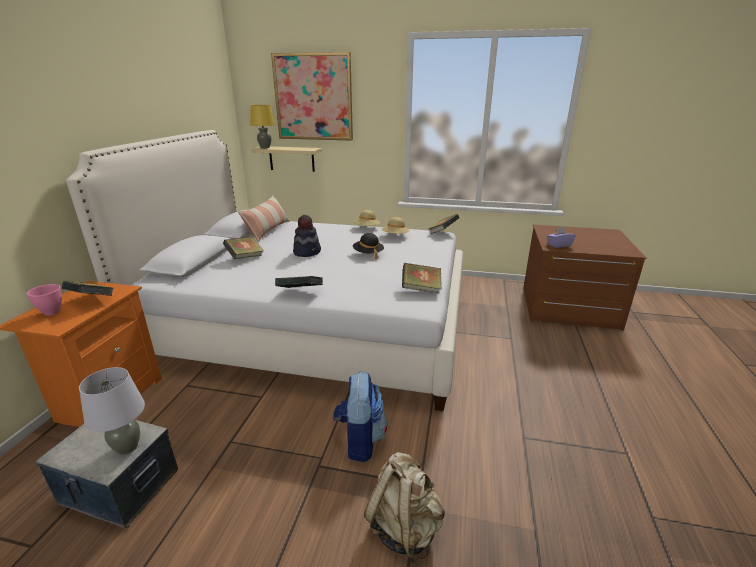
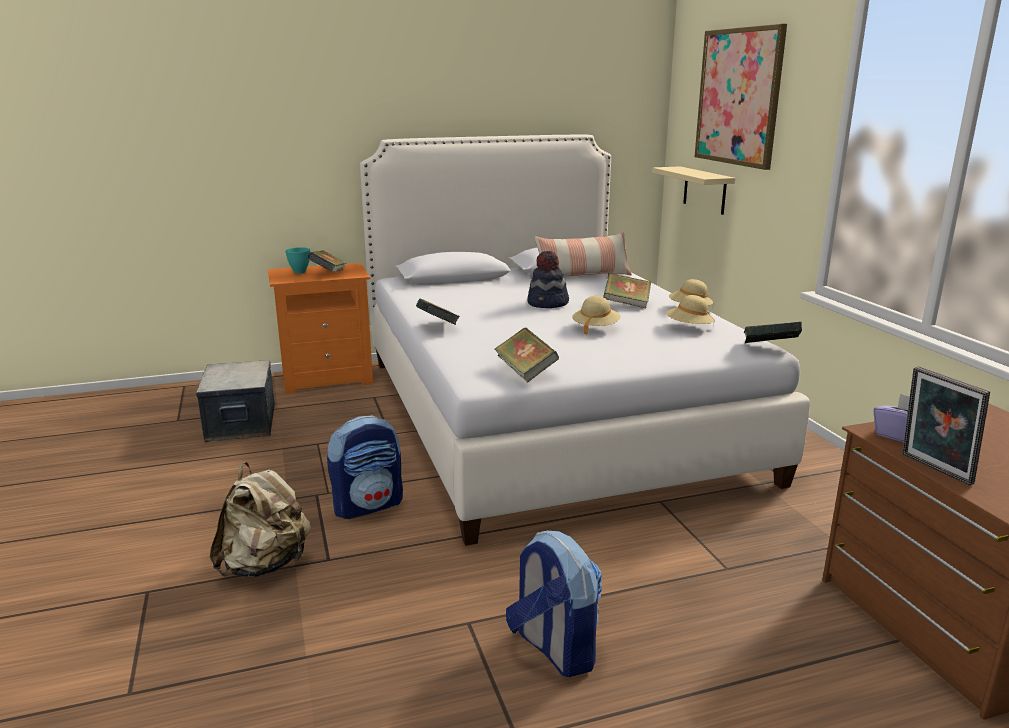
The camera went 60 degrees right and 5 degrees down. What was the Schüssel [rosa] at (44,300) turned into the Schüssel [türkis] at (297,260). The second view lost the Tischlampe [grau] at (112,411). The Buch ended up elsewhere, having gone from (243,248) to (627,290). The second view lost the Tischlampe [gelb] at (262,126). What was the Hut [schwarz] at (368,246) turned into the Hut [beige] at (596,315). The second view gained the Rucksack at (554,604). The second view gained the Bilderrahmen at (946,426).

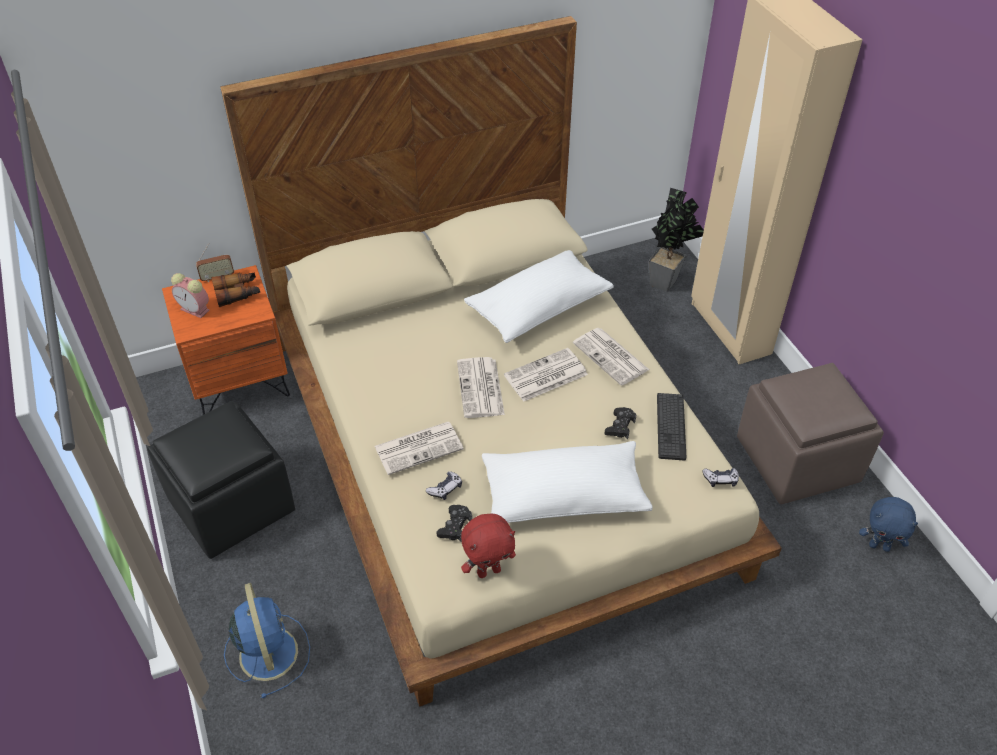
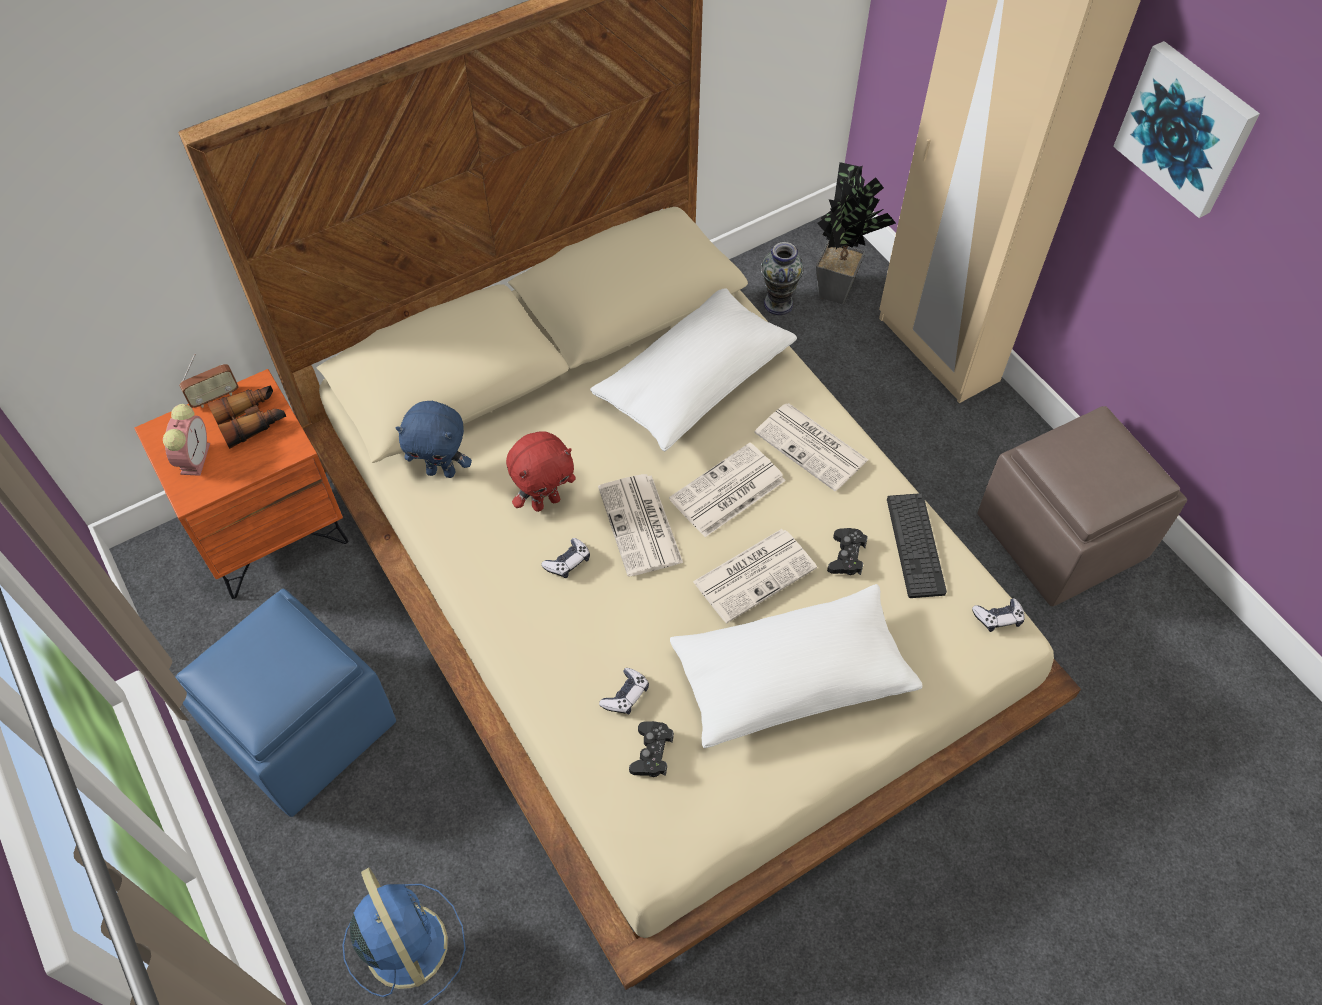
The camera went 10 degrees left and 10 degrees up. What was the Polsterhocker [schwarz] at (221,480) turned into the Polsterhocker [blau] at (285,703). The Wecker at (190,295) ended up facing another way, 105 degrees counterclockwise from before. The Zeitung ended up elsewhere, having gone from (419,448) to (755,576). The Plüschtier [rot] ended up elsewhere, having gone from (488,545) to (541,472). The Plüschtier [blau] ended up elsewhere, having gone from (888,524) to (433,439). The second view gained the Gamepad at (565,558). The second view gained the Vase at (782,278). The second view gained the Bild at (1186,129).

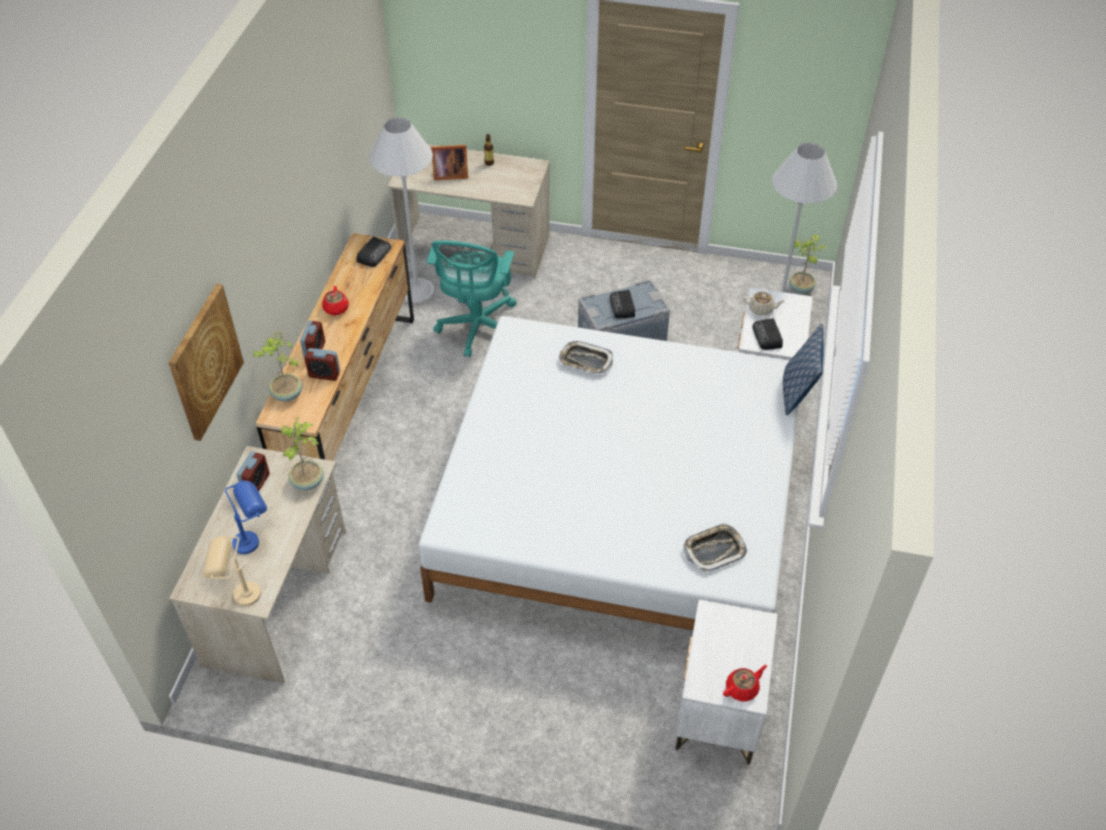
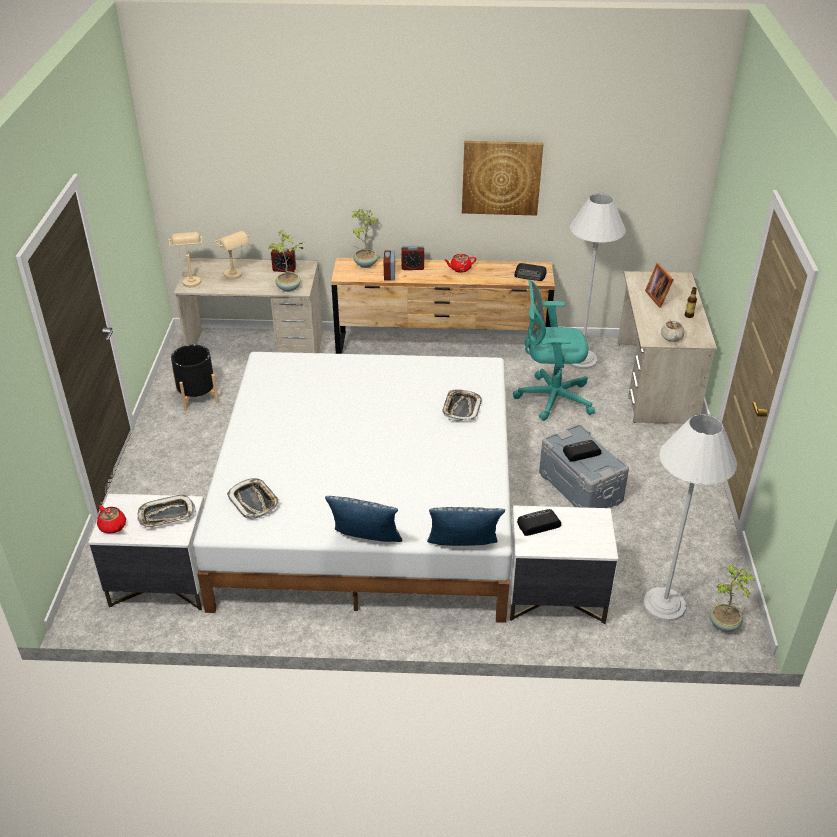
The camera went 80 degrees right and 10 degrees down. The Bild ended up elsewhere, having gone from (206,362) to (502,178). What was the Tischlampe [blau] at (246,517) turned into the Tischlampe [beige] at (232,255). The Teekanne [beige] ended up elsewhere, having gone from (764,303) to (672,330). The second view gained the Tablett at (167,511). The second view gained the Pflanzkübel [schwarz] at (195,378). The second view gained the Kissen at (363,519).

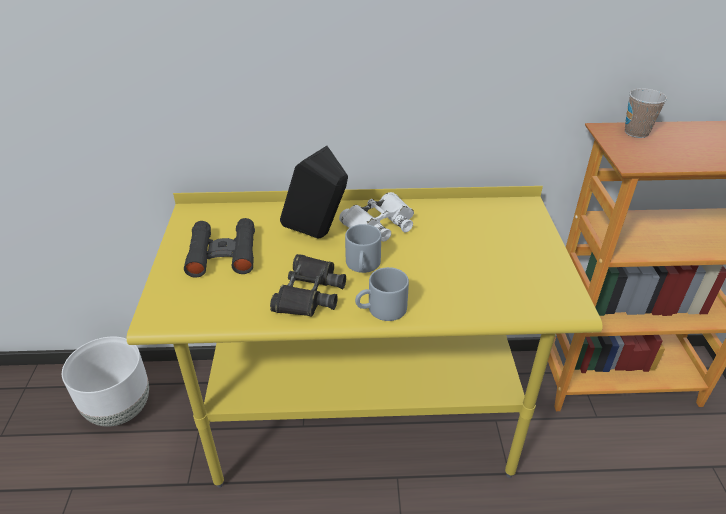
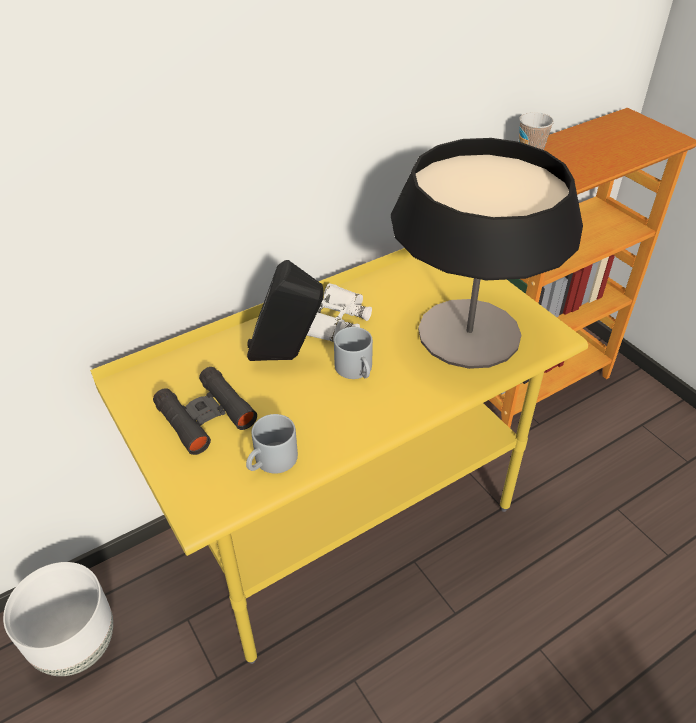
The camera went 30 degrees left and 5 degrees up. The second view lost the Fernglas [schwarz] at (308,285). The Henkelbecher [grau] ended up elsewhere, having gone from (382,294) to (272,444). The second view gained the Tischlampe at (487,253).

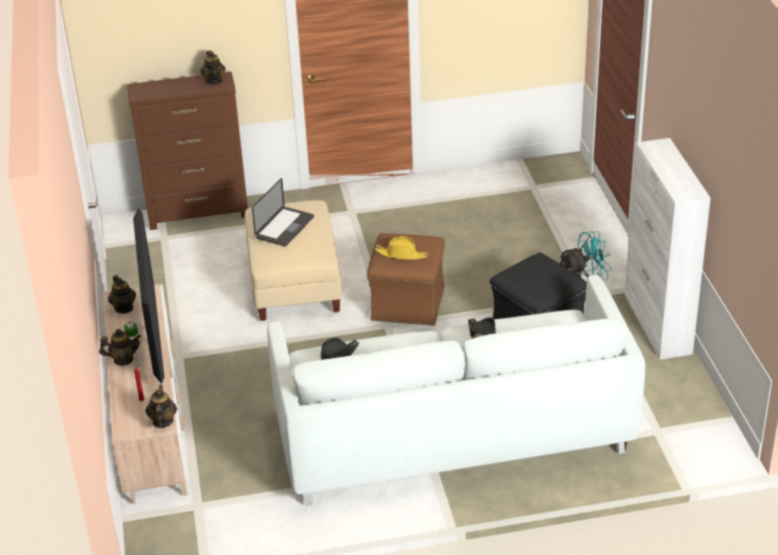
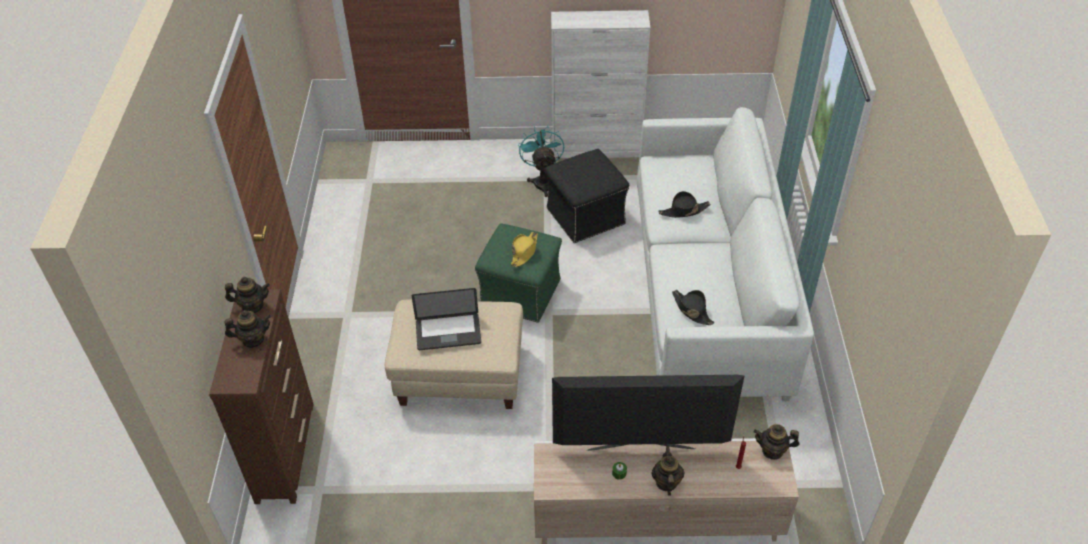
The camera went 80 degrees left and 10 degrees up. The Teekanne ended up elsewhere, having gone from (122,294) to (248,329). The Laptop at (283,212) ended up facing another way, 135 degrees clockwise from before. What was the Polsterhocker [braun] at (406,279) turned into the Polsterhocker [grün] at (518,272).

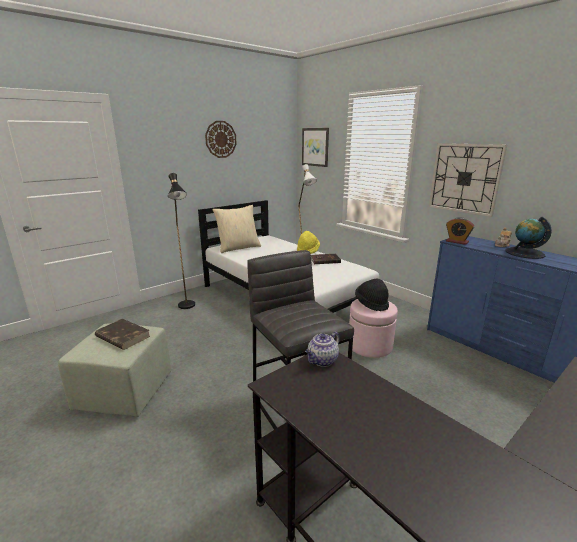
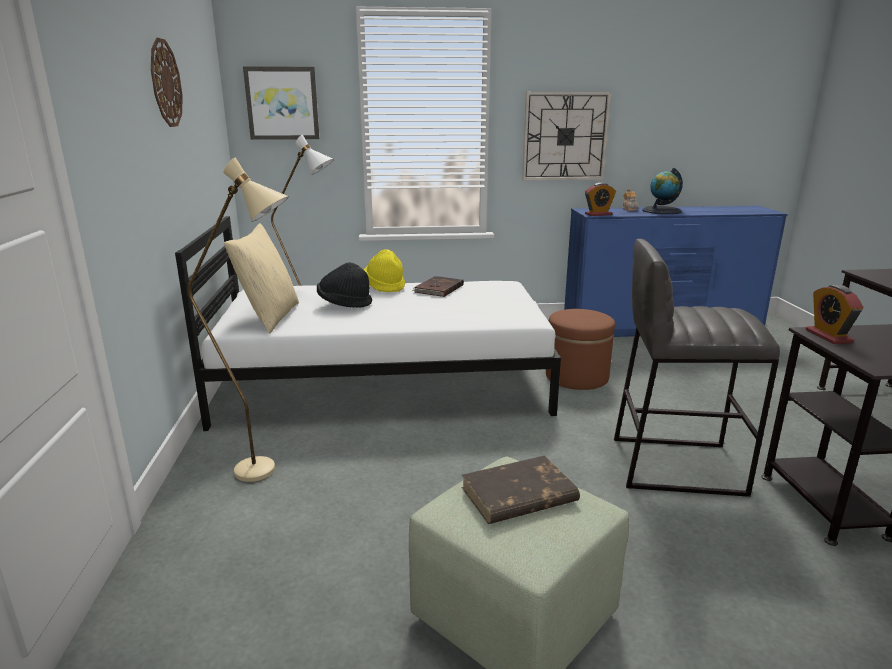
The camera went 55 degrees left and 0 degrees up. What was the Stehlampe [schwarz] at (181,241) turned into the Stehlampe [beige] at (238,320). Where the Teekanne stood at (322,349), the Wecker came to stand at (835,314). What was the Polsterhocker [rosa] at (373,328) turned into the Polsterhocker [braun] at (580,349). The Hut [schwarz] ended up elsewhere, having gone from (372,295) to (344,285).

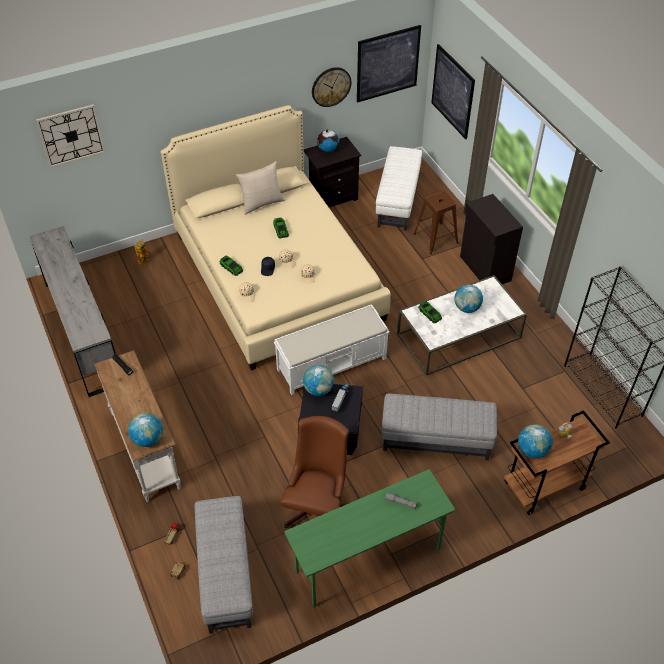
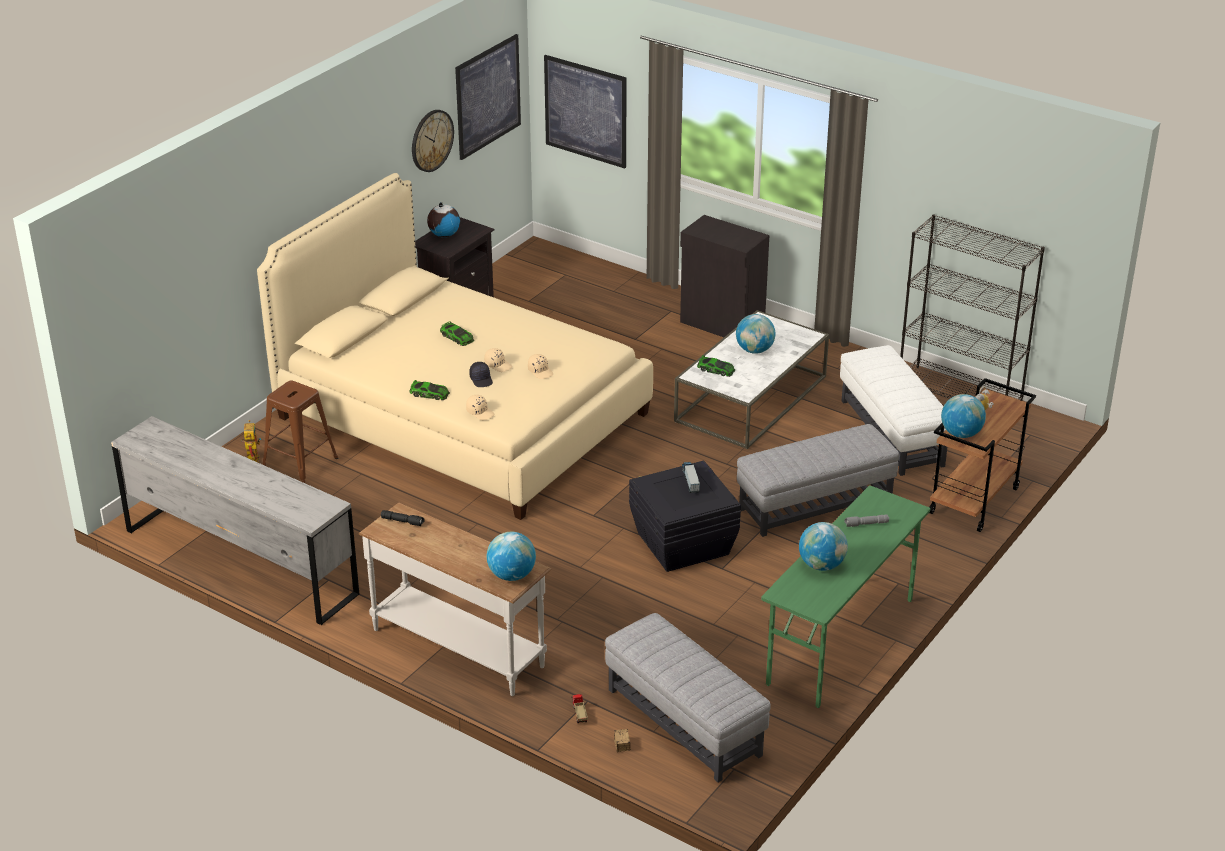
The camera went 30 degrees left and 15 degrees down. The second view lost the Wanduhr at (70,136). The second view lost the Kissen [beige] at (260,188). The second view lost the Bank [weiß] at (332,349). The second view lost the Bürostuhl [braun] at (315,472). The Globus ended up elsewhere, having gone from (318,380) to (823,546). The Polsterhocker [weiß] ended up elsewhere, having gone from (399,188) to (893,410). The Hocker [braun] ended up elsewhere, having gone from (436,222) to (300,432).

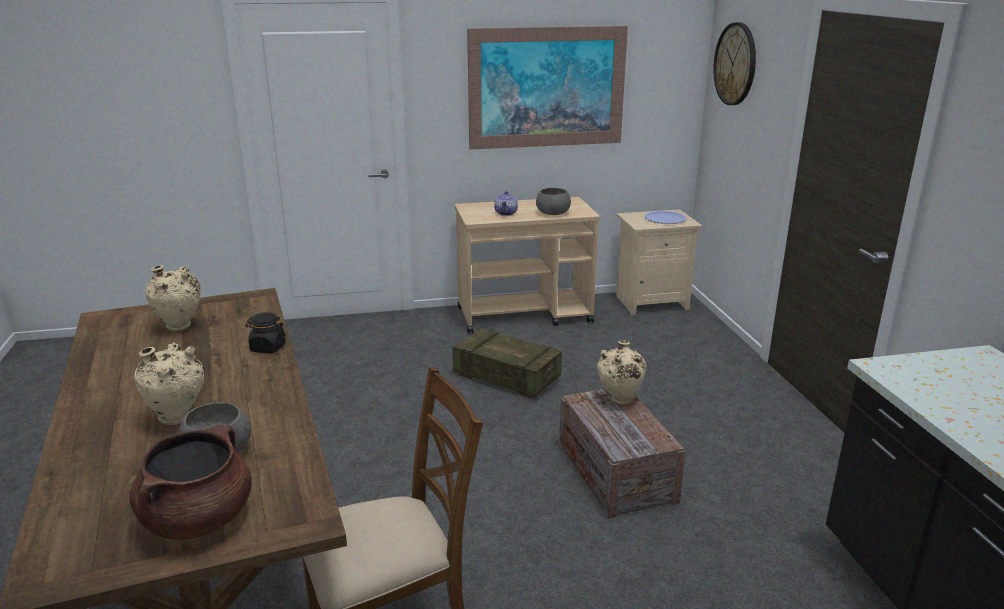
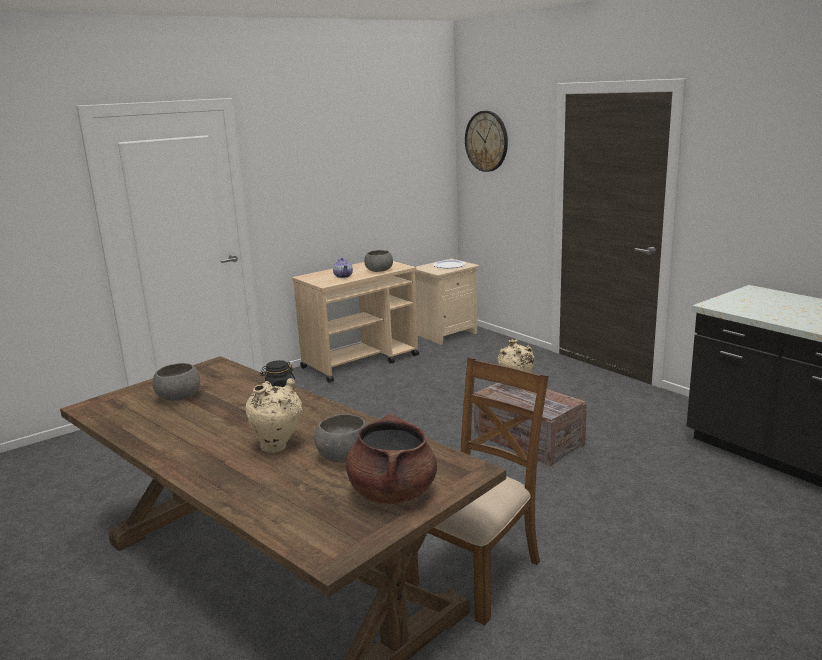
The camera went 25 degrees left and 5 degrees down. Where the Vase [beige] stood at (173,298), the Schüssel [grau] came to stand at (176,382). The second view lost the Kiste at (507,363). The second view lost the Bild at (547,87).

